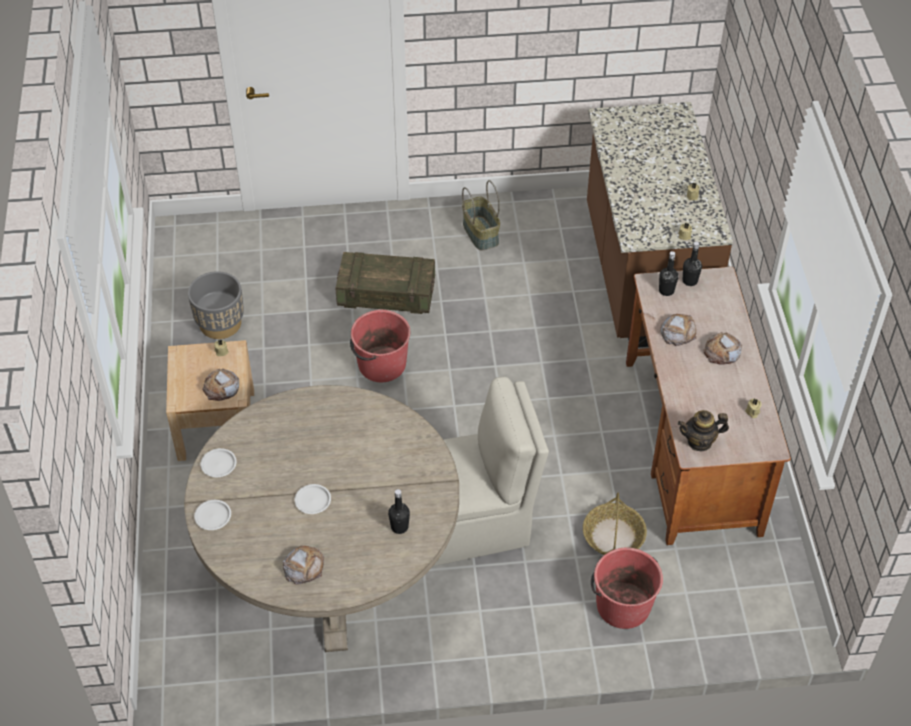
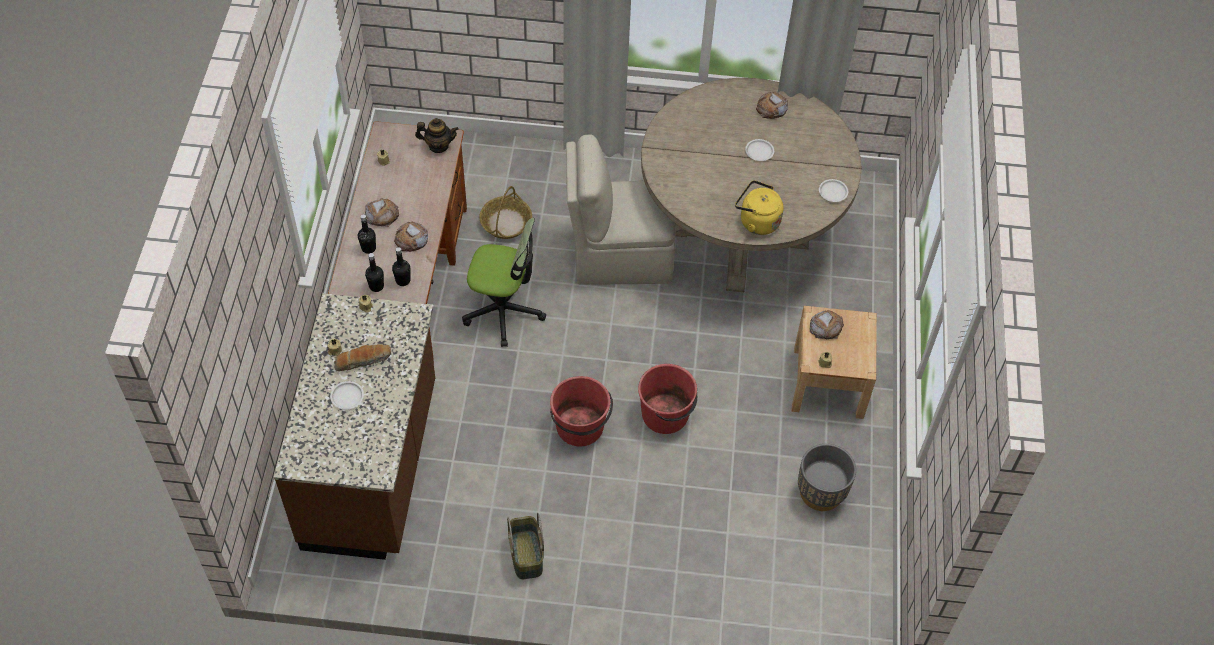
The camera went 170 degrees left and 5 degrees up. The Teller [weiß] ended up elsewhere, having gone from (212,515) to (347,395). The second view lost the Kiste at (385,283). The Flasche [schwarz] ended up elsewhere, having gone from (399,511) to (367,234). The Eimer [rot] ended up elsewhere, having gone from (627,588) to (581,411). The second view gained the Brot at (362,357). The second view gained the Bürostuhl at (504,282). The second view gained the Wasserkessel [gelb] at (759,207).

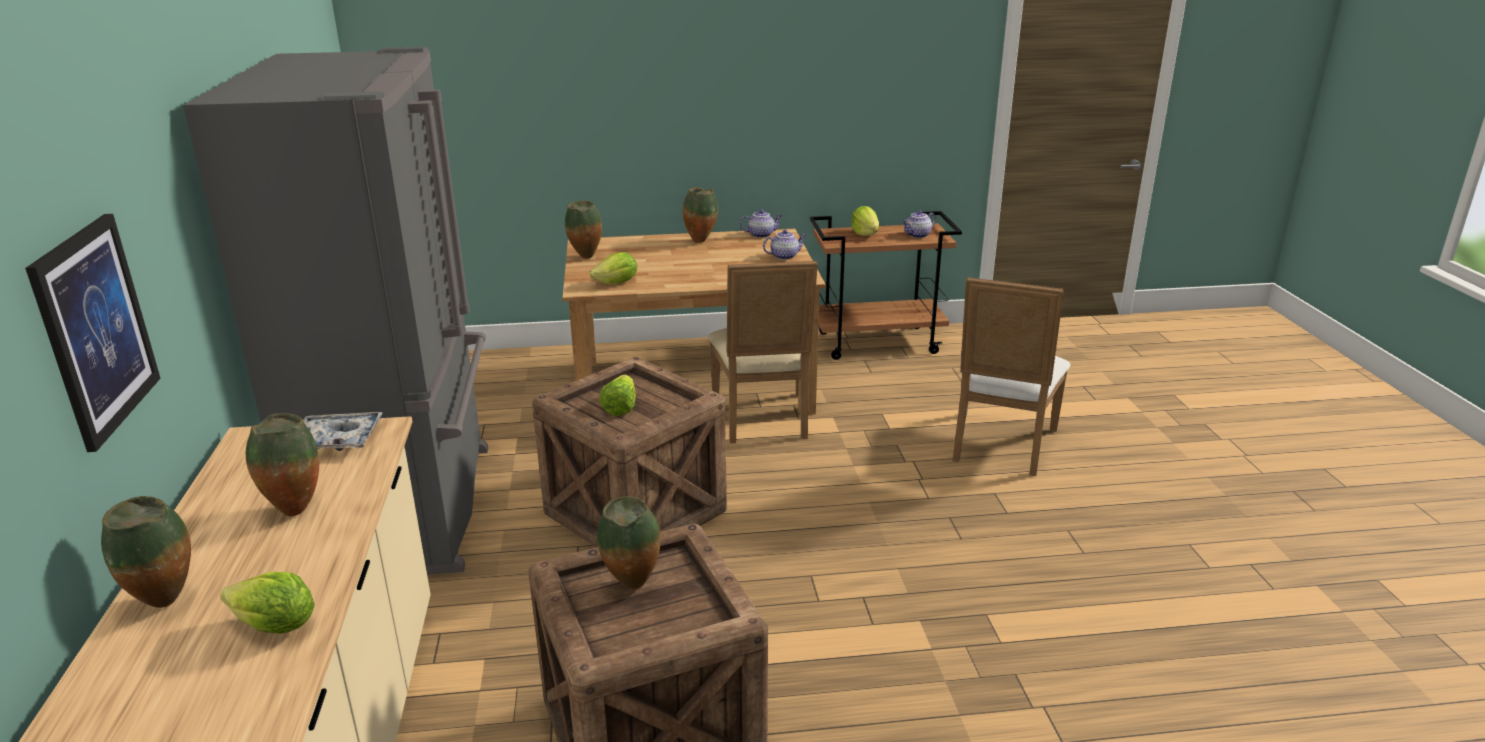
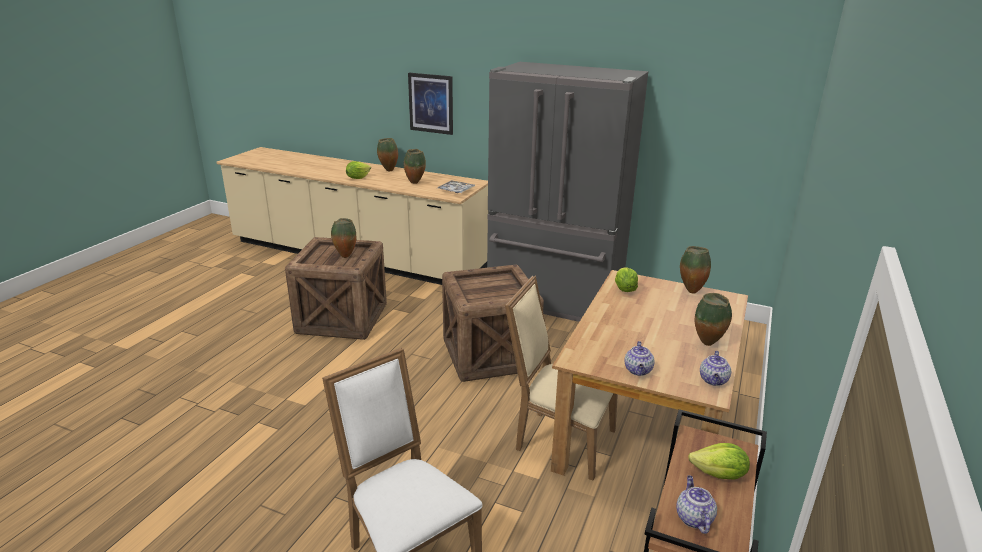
The camera went 120 degrees right and 0 degrees up. The second view lost the Salatkopf at (617,395).

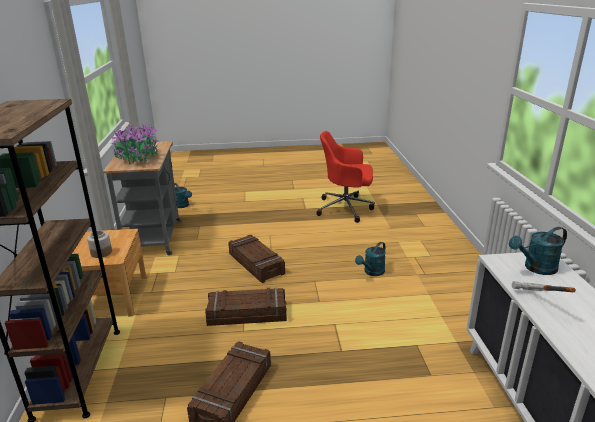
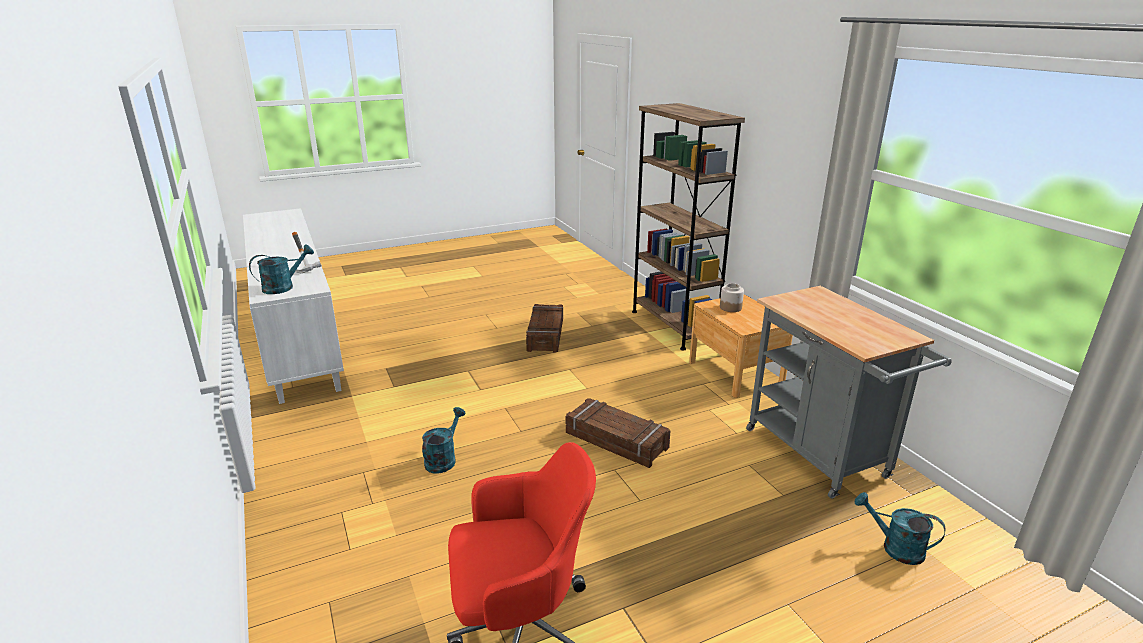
The camera went 160 degrees right and 0 degrees up. The second view lost the Topfpflanze at (134,144). The second view lost the Kiste at (246,307).

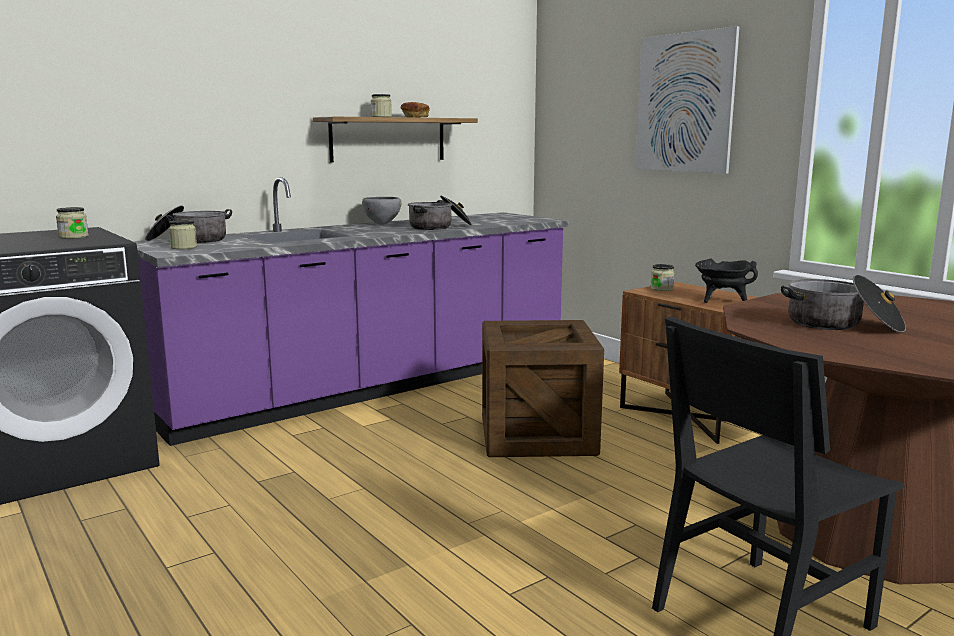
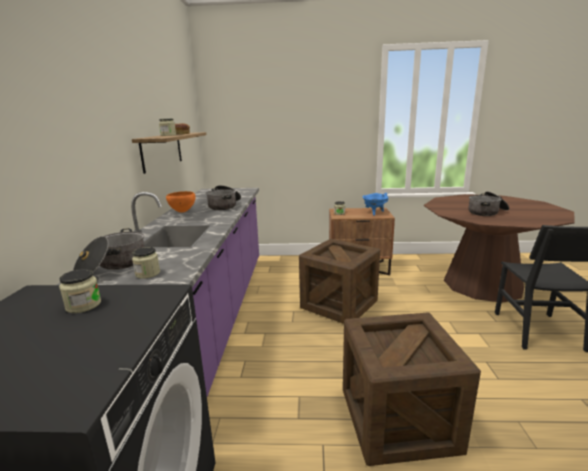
The camera went 50 degrees left and 5 degrees up. What was the Schüssel [grau] at (381,211) turned into the Schüssel [orange] at (180,202). The second view lost the Bild at (687,100). What was the Kochtopf [schwarz] at (726,281) turned into the Kochtopf [blau] at (375,204). The second view gained the Kiste at (412,389).

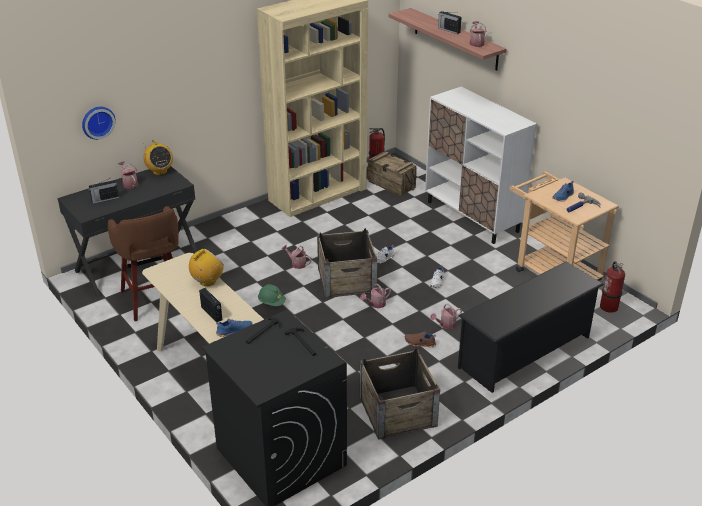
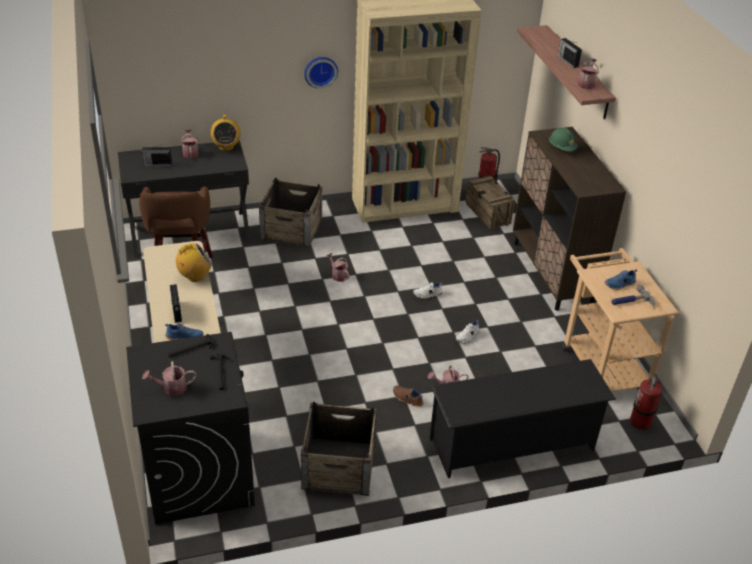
The camera went 20 degrees right and 5 degrees up. The Wanduhr ended up elsewhere, having gone from (99,123) to (321,73). The Schutzhelm [grün] ended up elsewhere, having gone from (272,295) to (563,139). The Kiste ended up elsewhere, having gone from (347,263) to (290,213). The Gießkanne ended up elsewhere, having gone from (375,296) to (169,378). What was the Schrank [weiß] at (481,165) turned into the Schrank [braun] at (569,219).

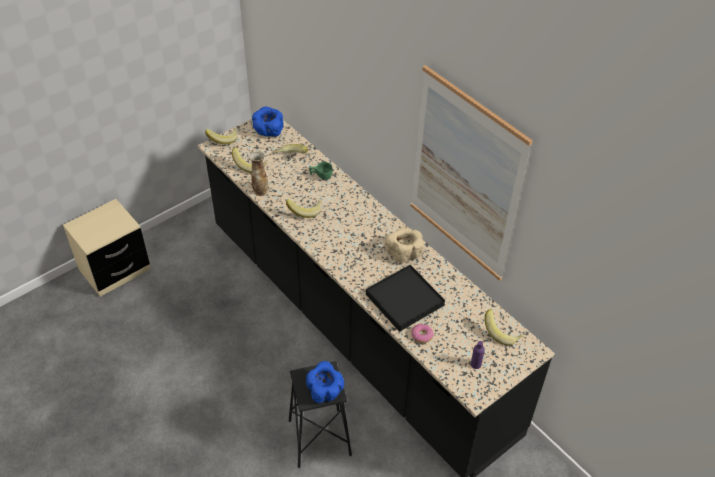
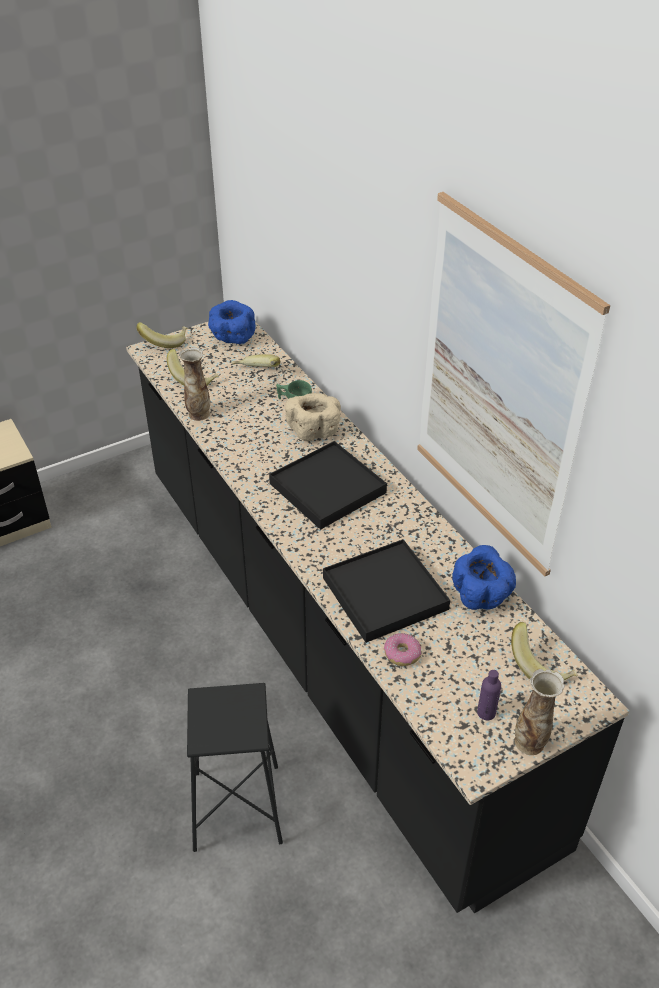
The camera went 10 degrees right and 5 degrees down. The second view lost the Banane at (303,208). The Schüssel [blau] ended up elsewhere, having gone from (325,382) to (484,577). The Schüssel [beige] ended up elsewhere, having gone from (404,245) to (313,417). The second view gained the Tablett [schwarz] at (328,485). The second view gained the Vase at (539,712).

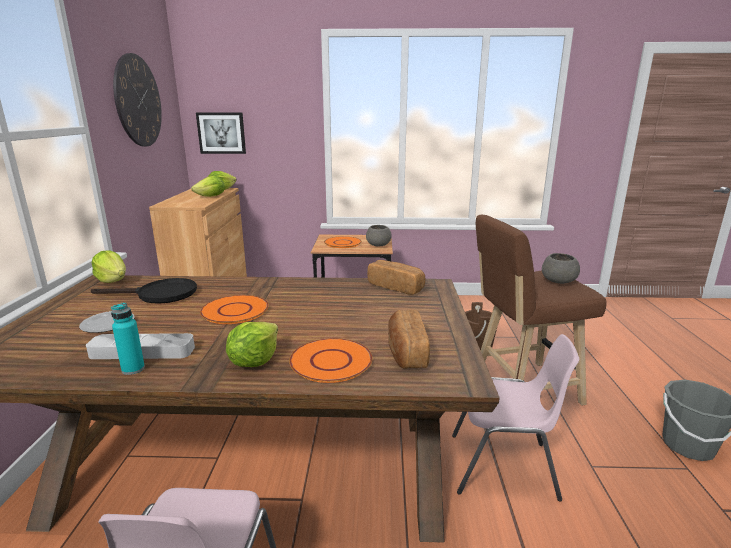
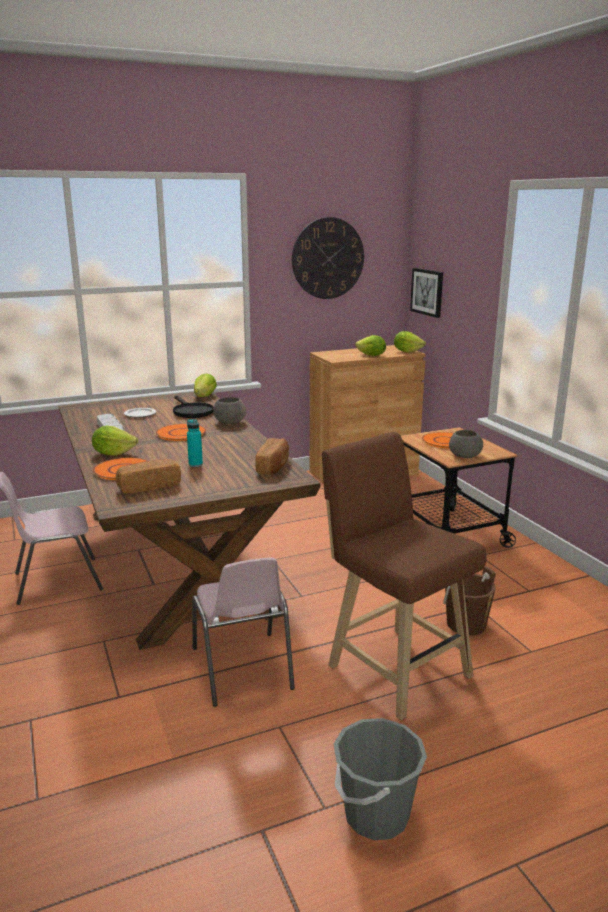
The camera went 65 degrees right and 0 degrees up. The Flasche [türkis] ended up elsewhere, having gone from (128,339) to (195,443). The Schüssel [grau] ended up elsewhere, having gone from (561,268) to (229,410).

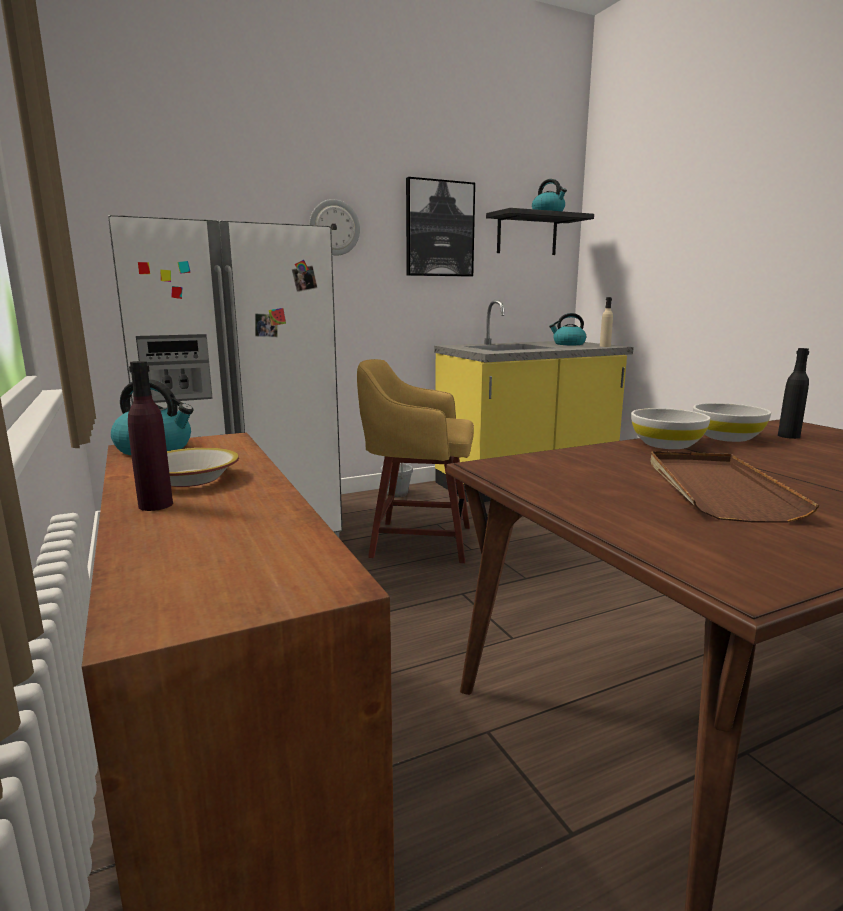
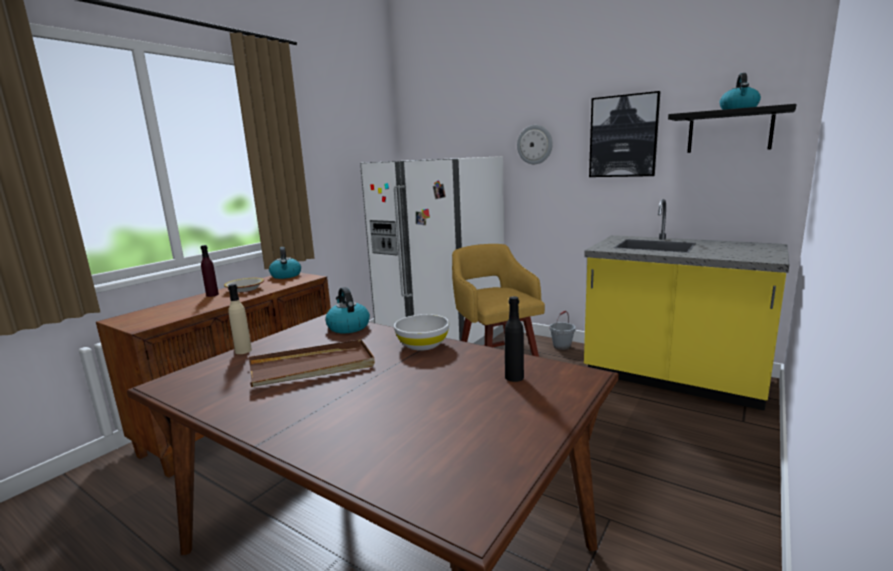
The camera went 60 degrees right and 0 degrees up. The Wasserkessel ended up elsewhere, having gone from (567,329) to (347,310). The Flasche [beige] ended up elsewhere, having gone from (606,322) to (240,319). The second view lost the Schüssel [weiß] at (732,422).

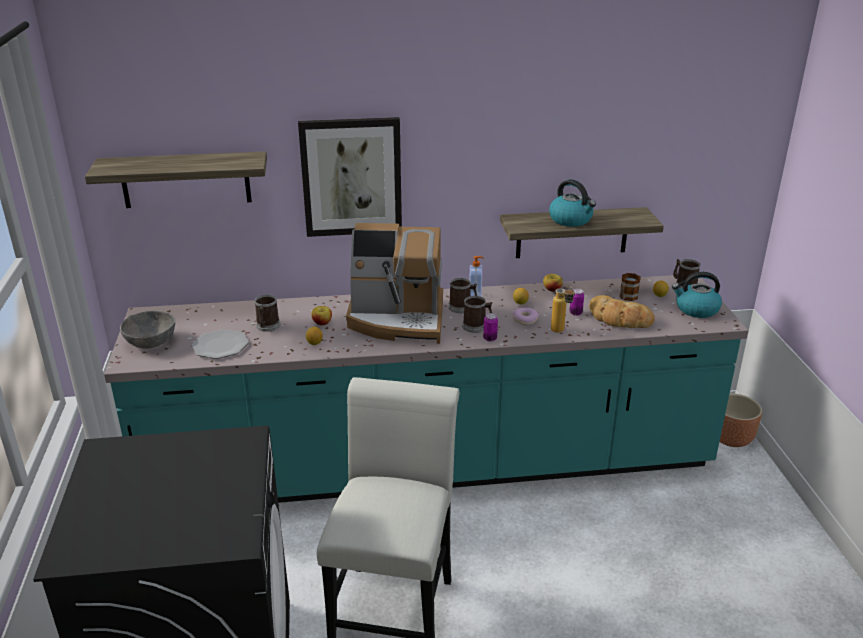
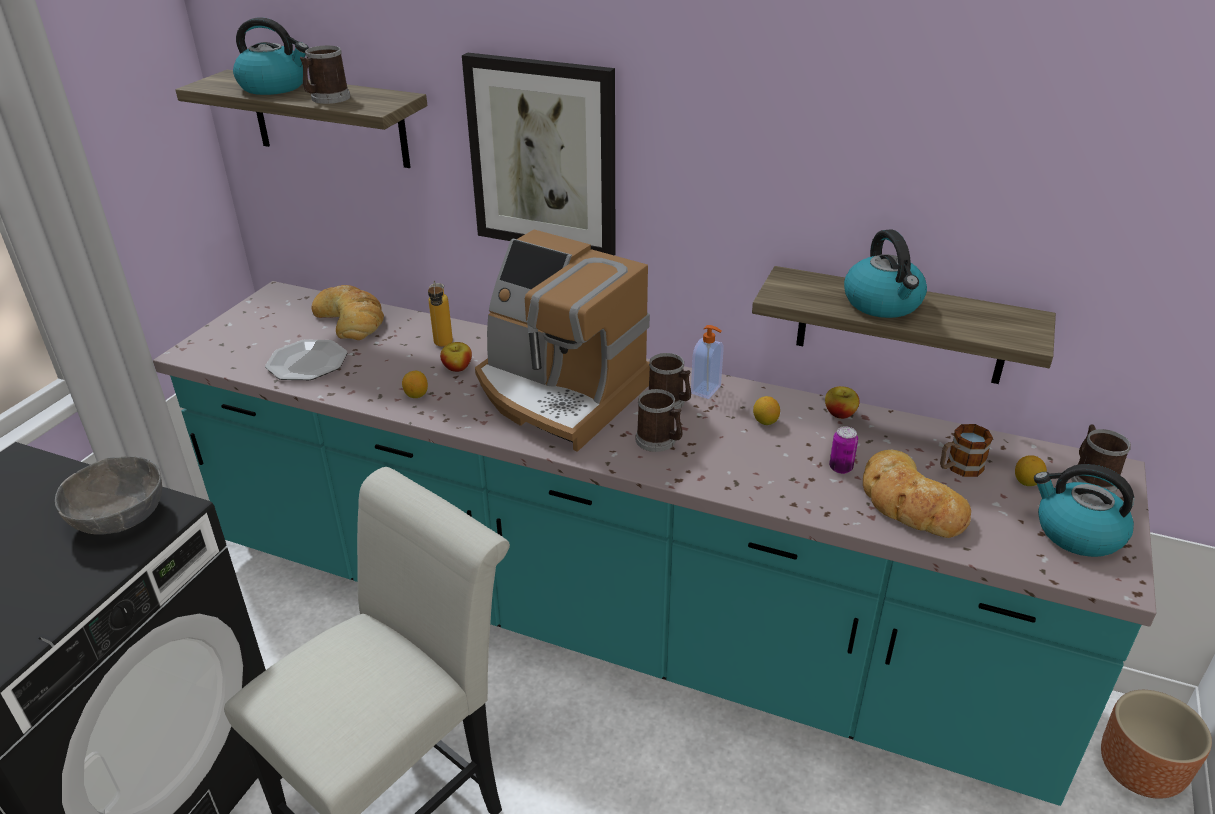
The camera went 30 degrees right and 5 degrees up. The Schüssel [grau] ended up elsewhere, having gone from (147,330) to (108,495). The Henkelbecher ended up elsewhere, having gone from (267,313) to (325,74). The second view lost the Dose at (490,327). The second view lost the Donut at (526,316). The Flasche ended up elsewhere, having gone from (563,309) to (440,314). The second view gained the Wasserkessel at (271,56). The second view gained the Brot at (348,312).

